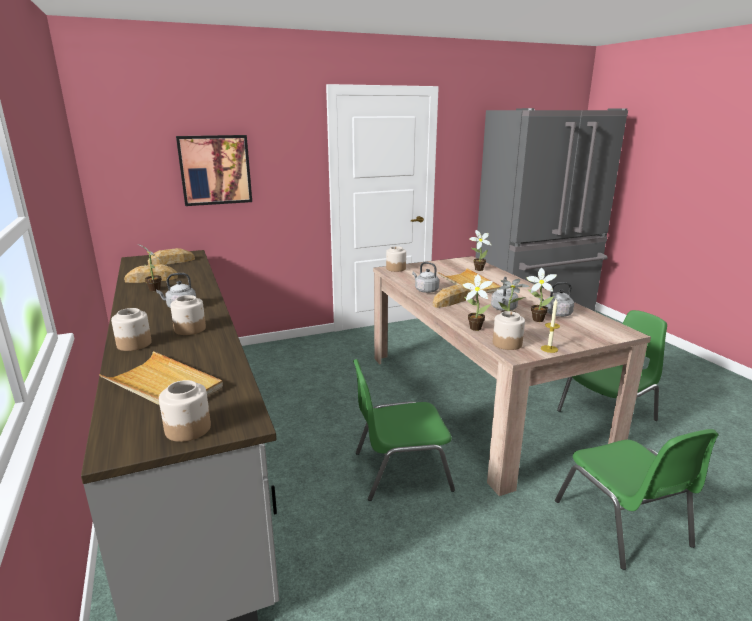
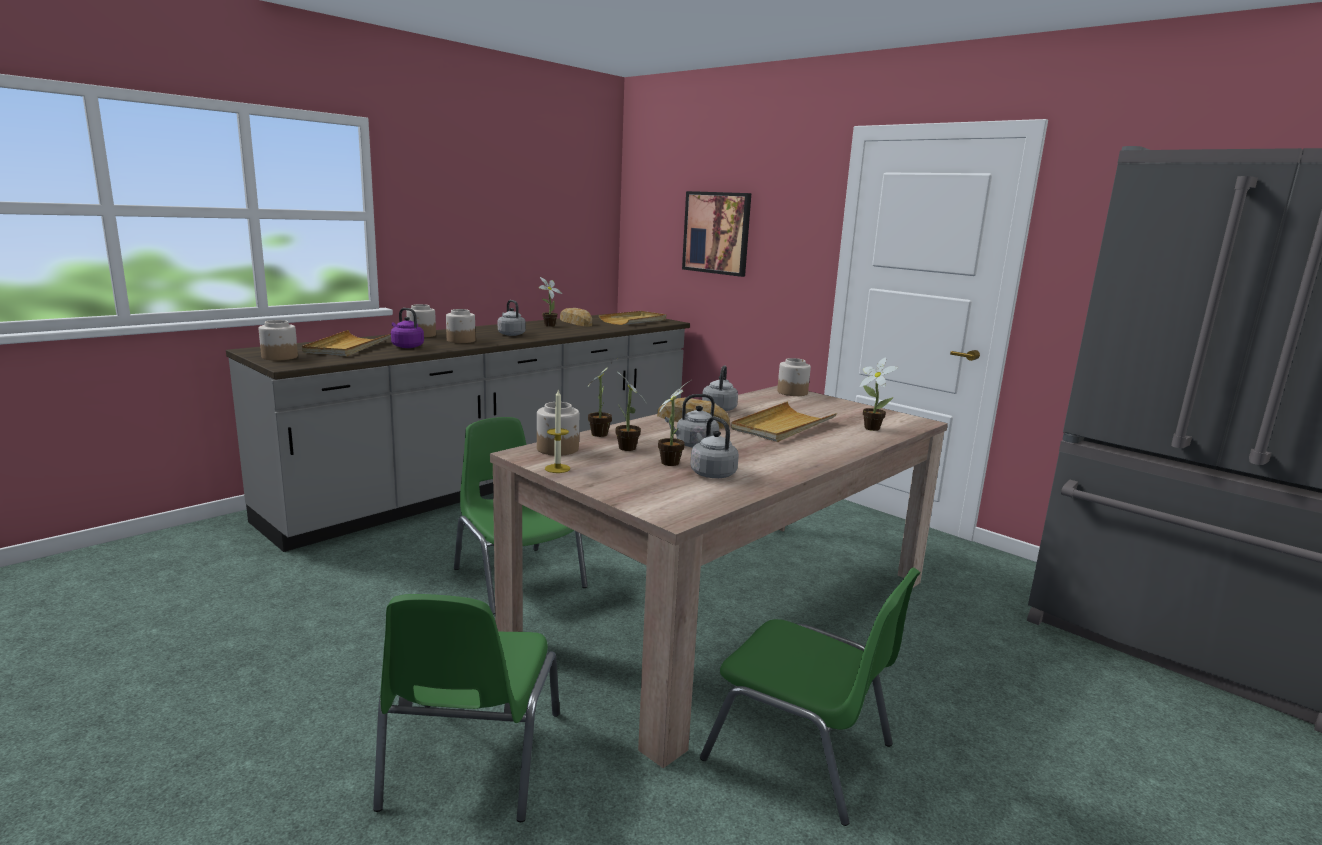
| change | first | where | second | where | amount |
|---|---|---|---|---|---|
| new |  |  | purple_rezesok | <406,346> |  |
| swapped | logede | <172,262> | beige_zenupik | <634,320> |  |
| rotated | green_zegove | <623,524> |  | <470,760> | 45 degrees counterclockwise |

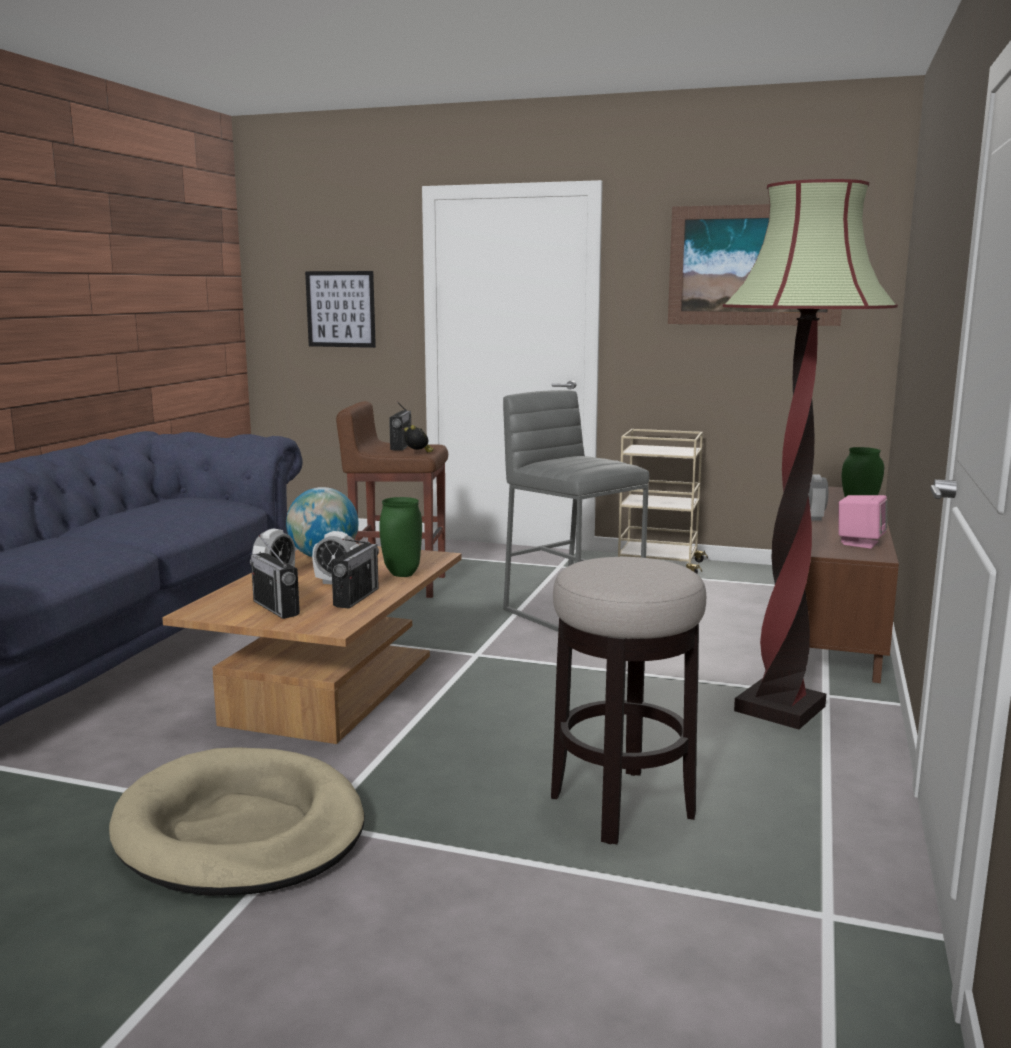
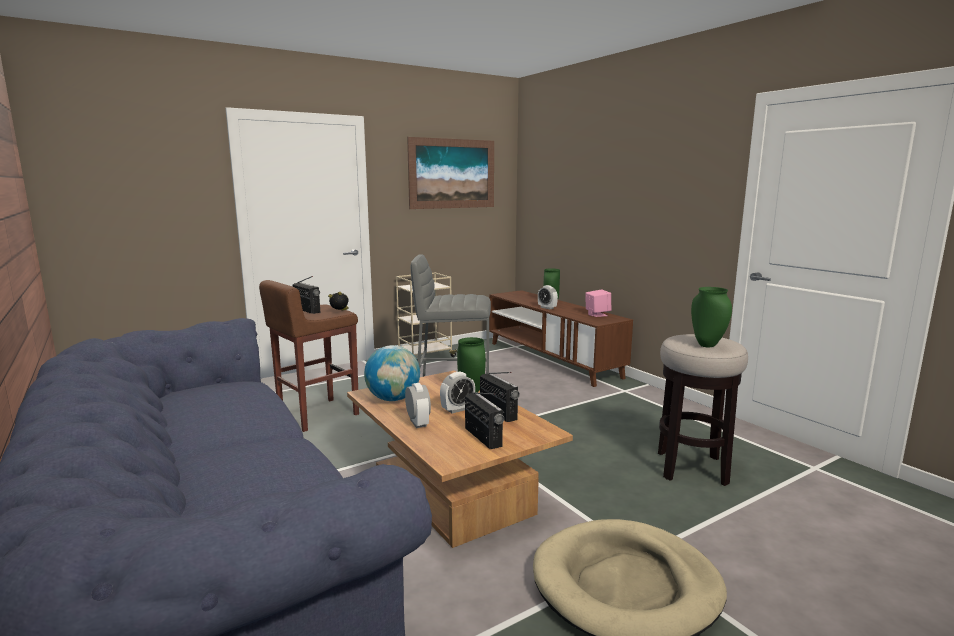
| change | first | where | second | where | amount |
|---|---|---|---|---|---|
| gone | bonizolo | <340,309> |  |  |  |
| gone | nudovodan | <780,708> |  |  |  |
| new |  |  | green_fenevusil | <708,345> |  |
| rotated | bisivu | <276,608> |  | <483,437> | 120 degrees counterclockwise |

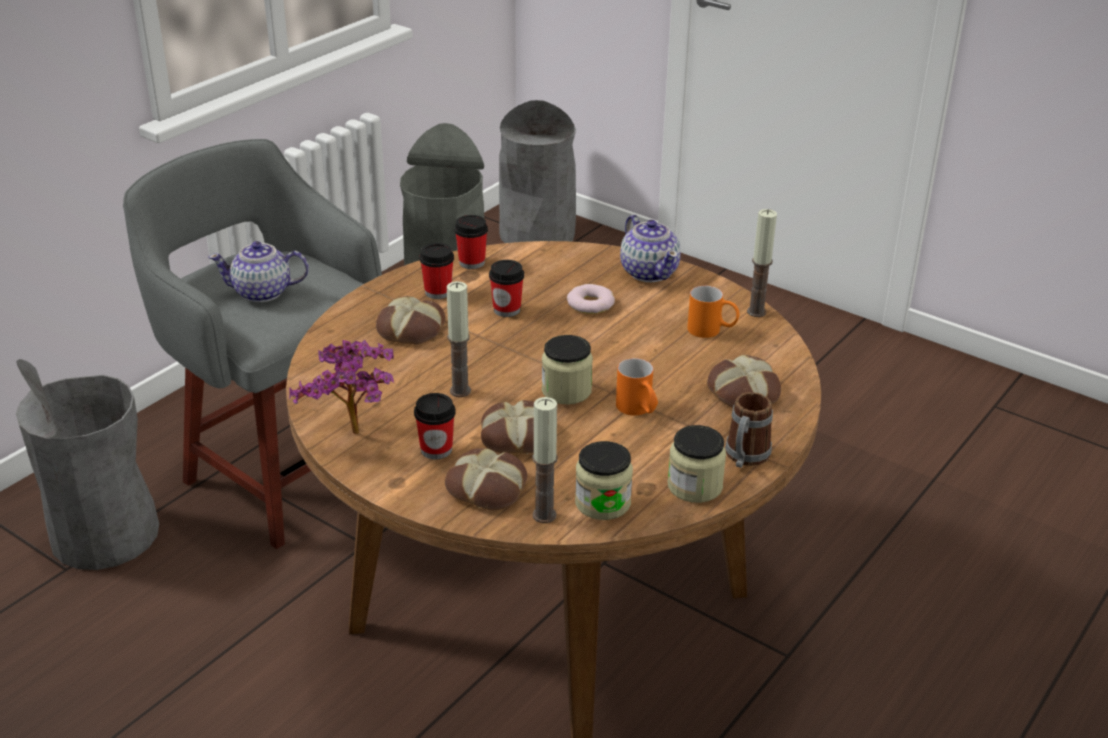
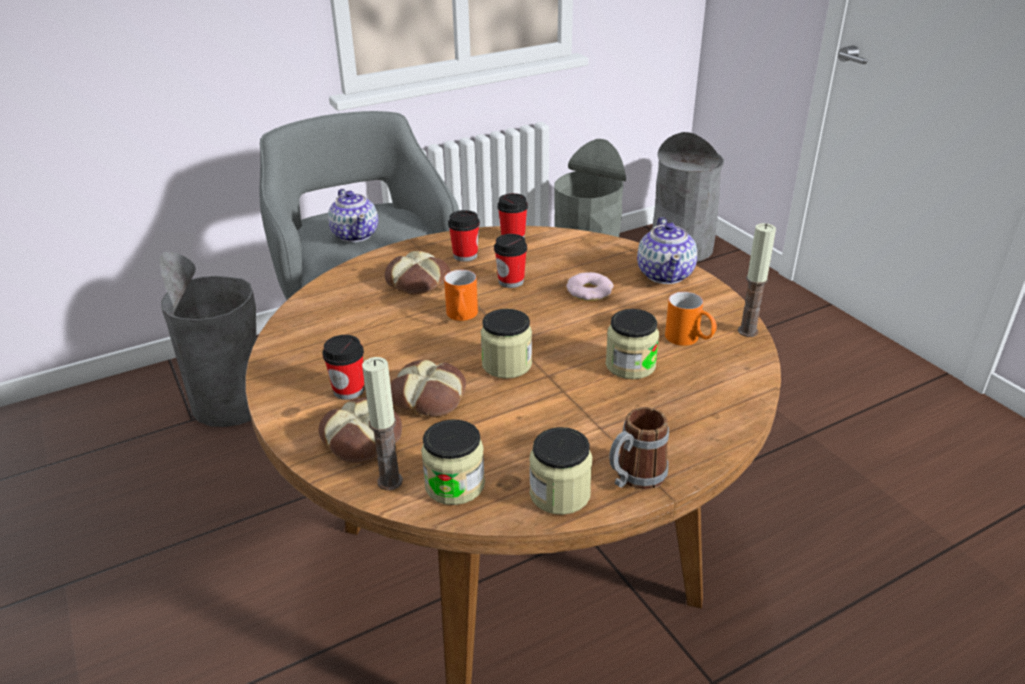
| change | first | where | second | where | amount |
|---|---|---|---|---|---|
| gone | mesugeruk | <356,437> |  |  |  |
| gone | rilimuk | <460,391> |  |  |  |
| gone | logede | <742,392> |  |  |  |
| new |  |  | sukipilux | <630,365> |  |
| shifted | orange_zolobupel | <638,410> |  | <462,317> |  |
| rotated | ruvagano | <263,292> |  | <355,234> | 135 degrees counterclockwise |

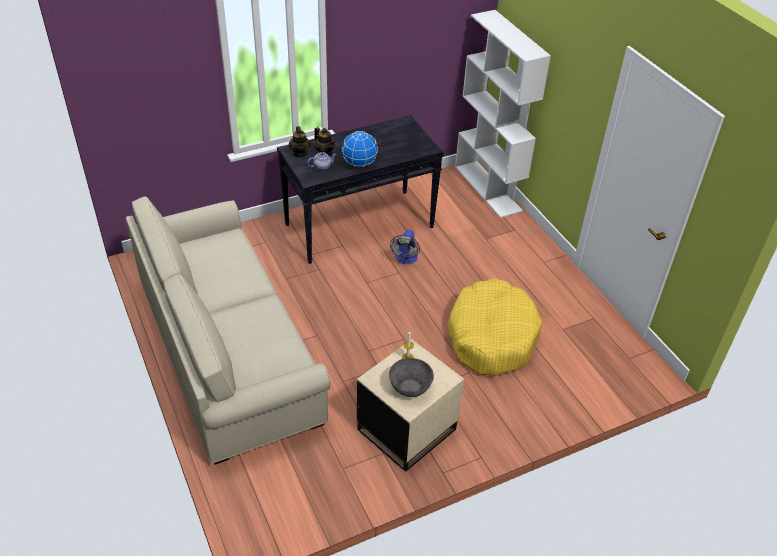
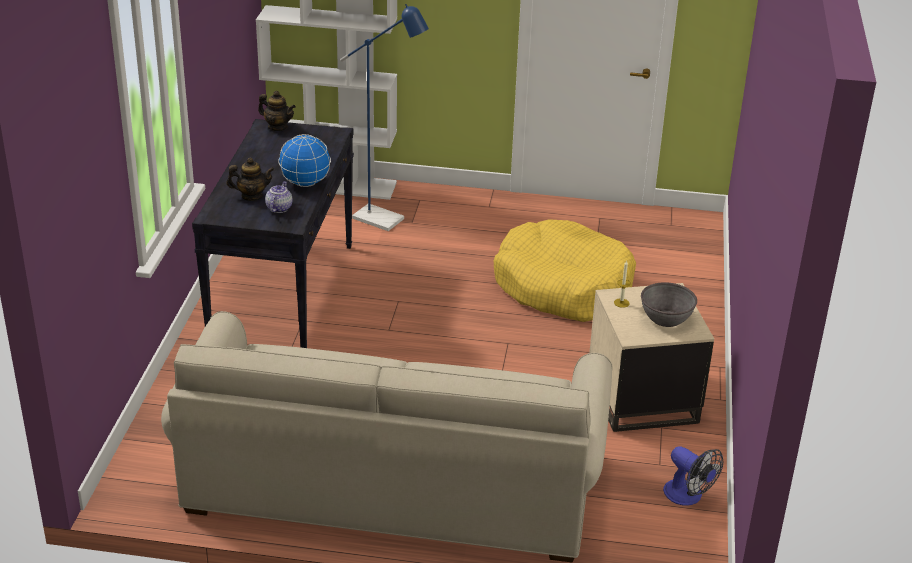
| change | first | where | second | where | amount |
|---|---|---|---|---|---|
| new |  |  | blue_nudovodan | <386,221> |  |
| shifted | ruvagano | <300,153> |  | <278,127> |  |
| shifted | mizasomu | <405,259> |  | <688,496> |  |

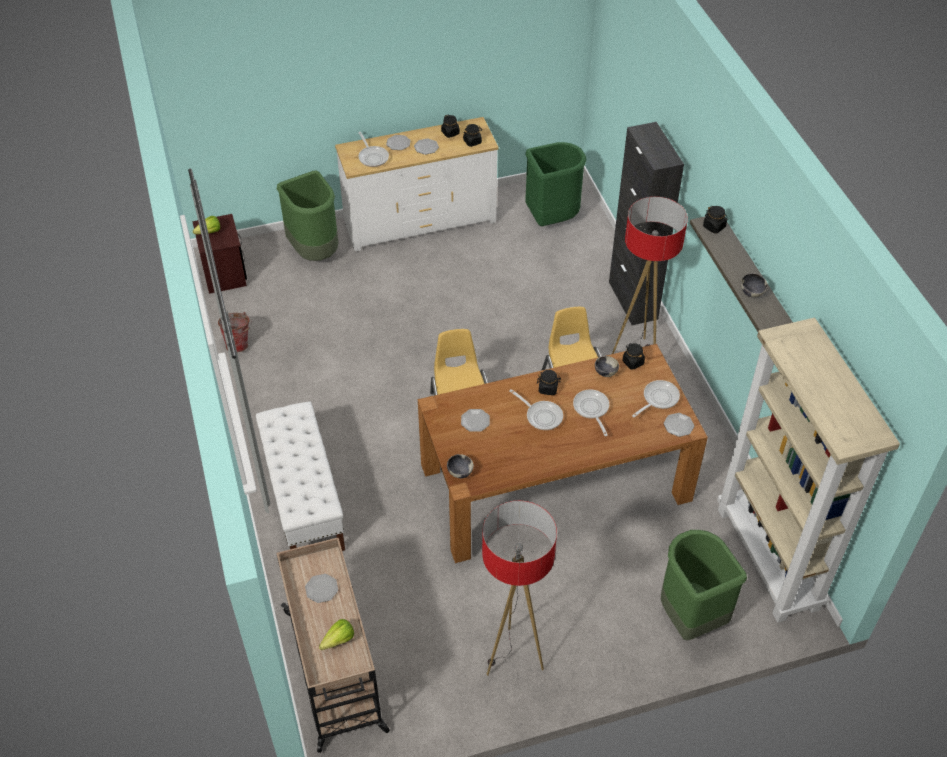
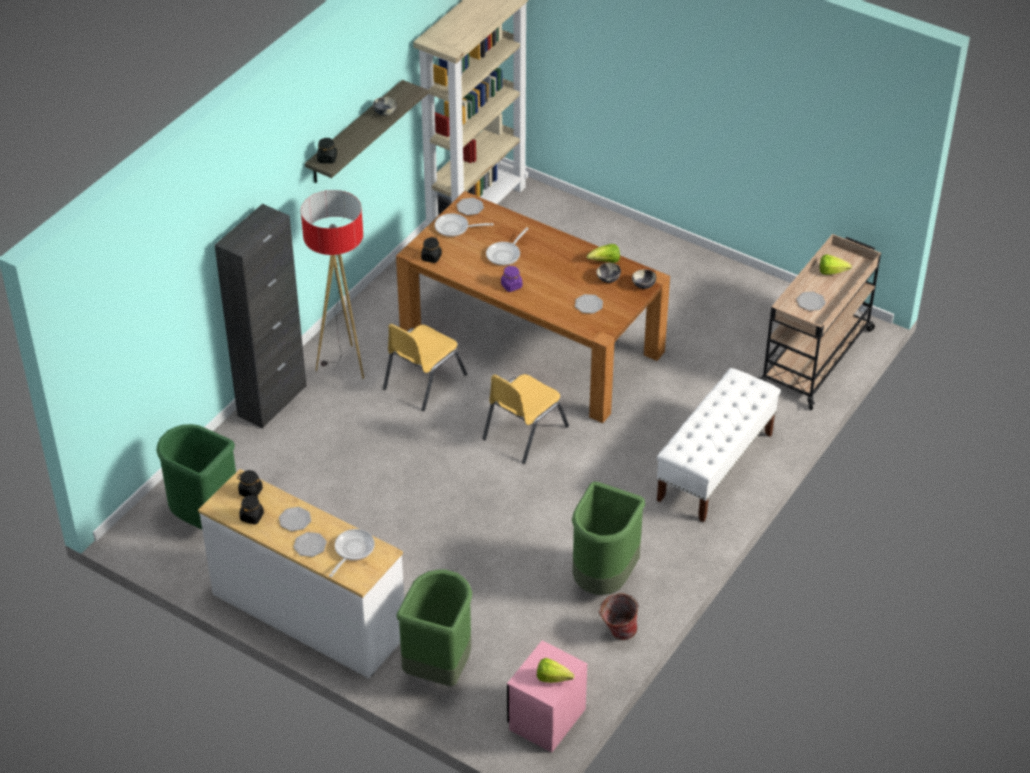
| change | first | where | second | where | amount |
|---|---|---|---|---|---|
| gone | nudovodan | <512,657> |  |  |  |
| gone | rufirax | <541,416> |  |  |  |
| new |  |  | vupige | <605,262> |  |
| shifted | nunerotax | <605,372> |  | <608,280> |  |
| shifted | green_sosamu | <689,617> |  | <604,579> |  |
| repainted | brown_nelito | <224,274> | pink_nelito | <546,719> |  |
| repainted | black_sukipilux | <548,388> | purple_sukipilux | <511,286> |  |

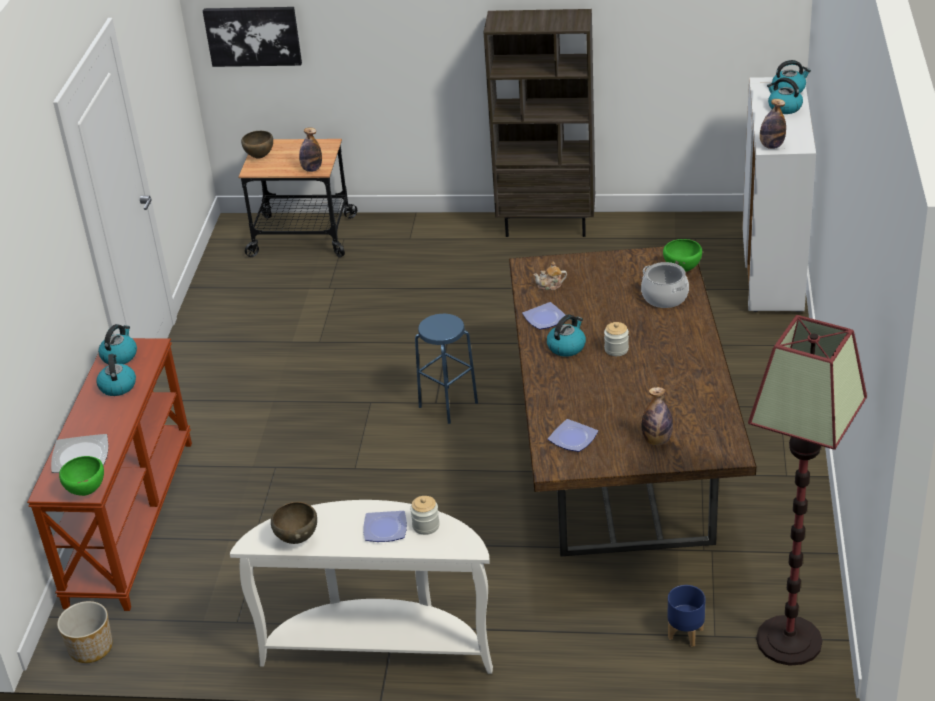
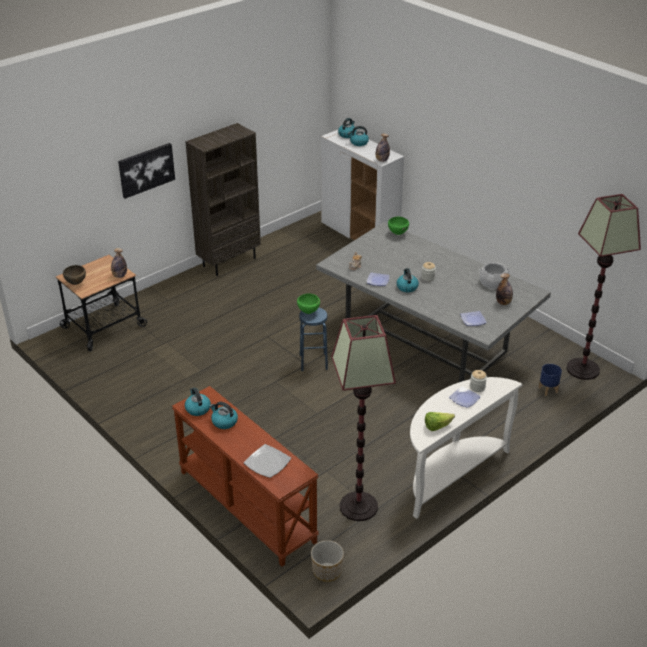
| change | first | where | second | where | amount |
|---|---|---|---|---|---|
| new |  |  | nudovodan | <358,507> |  |
| shifted | green_nunerotax | <86,492> |  | <308,312> |  |
| shifted | bonizolo | <253,35> |  | <146,169> |  |
| shifted | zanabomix | <664,297> |  | <492,282> |  |
| swapped | brown_nunerotax | <297,539> | vupige | <437,426> |  |
| repainted | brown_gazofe | <622,465> | grey_gazofe | <426,343> |  |

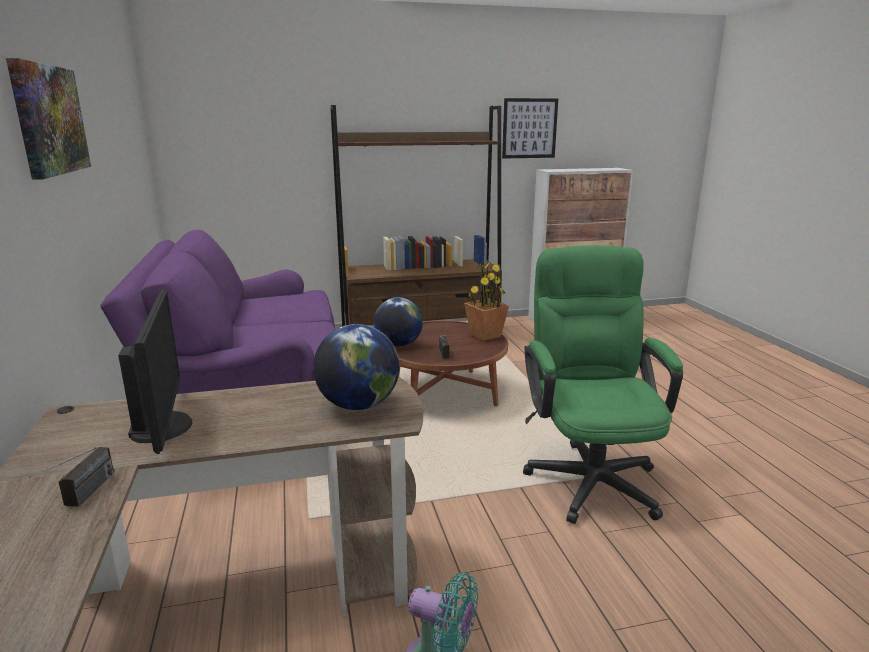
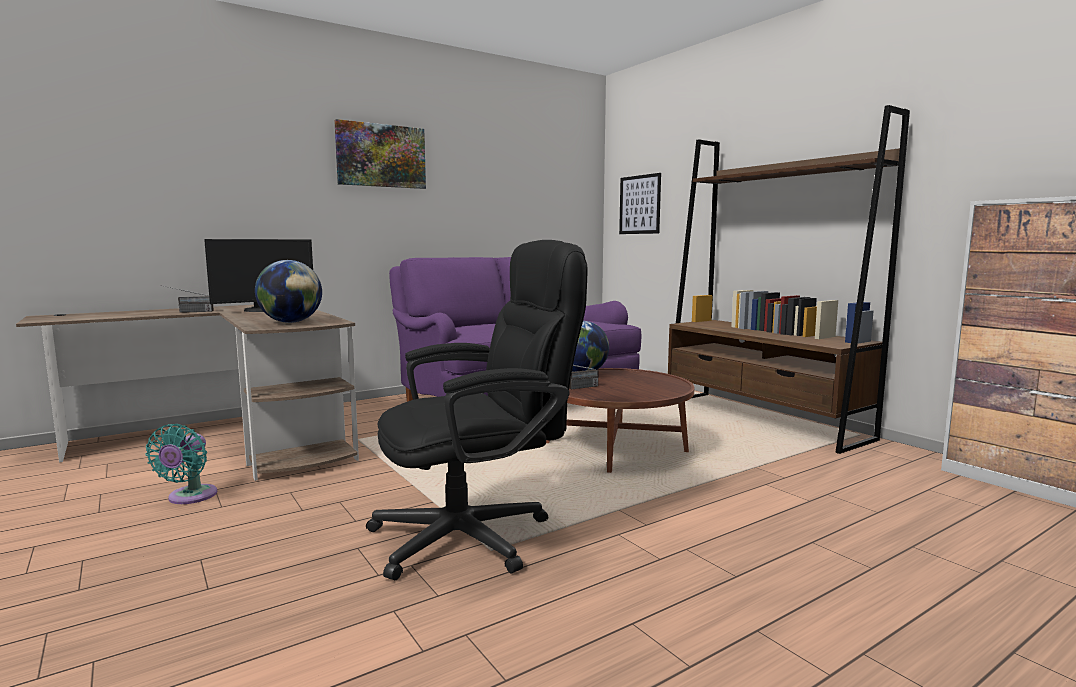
| change | first | where | second | where | amount |
|---|---|---|---|---|---|
| gone | mesugeruk | <485,335> |  |  |  |
| shifted | bonizolo | <529,128> |  | <639,204> |  |
| repainted | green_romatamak | <589,475> | black_romatamak | <478,534> |  |

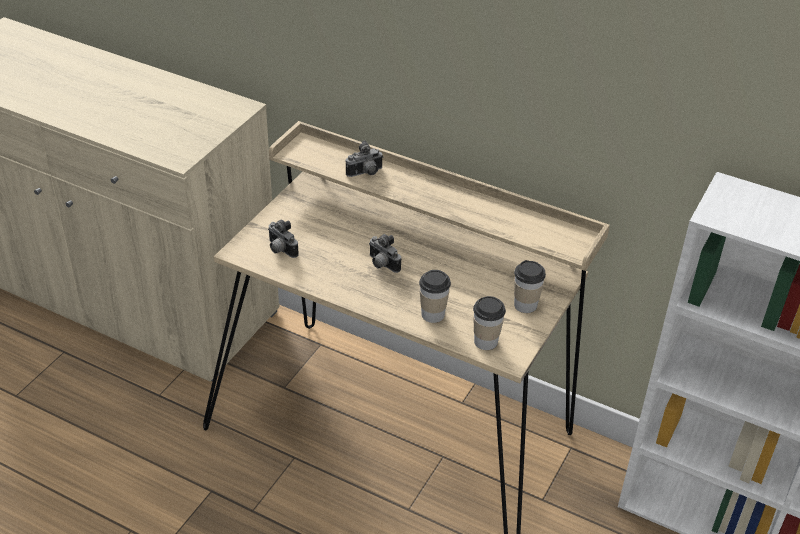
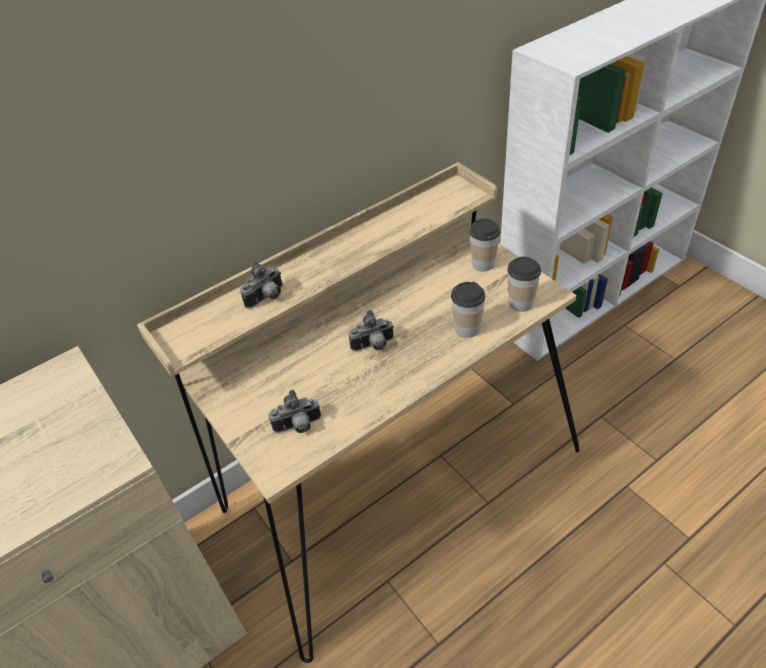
| change | first | where | second | where | amount |
|---|---|---|---|---|---|
| rotated | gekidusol | <365,174> |  | <267,298> | 45 degrees clockwise |

